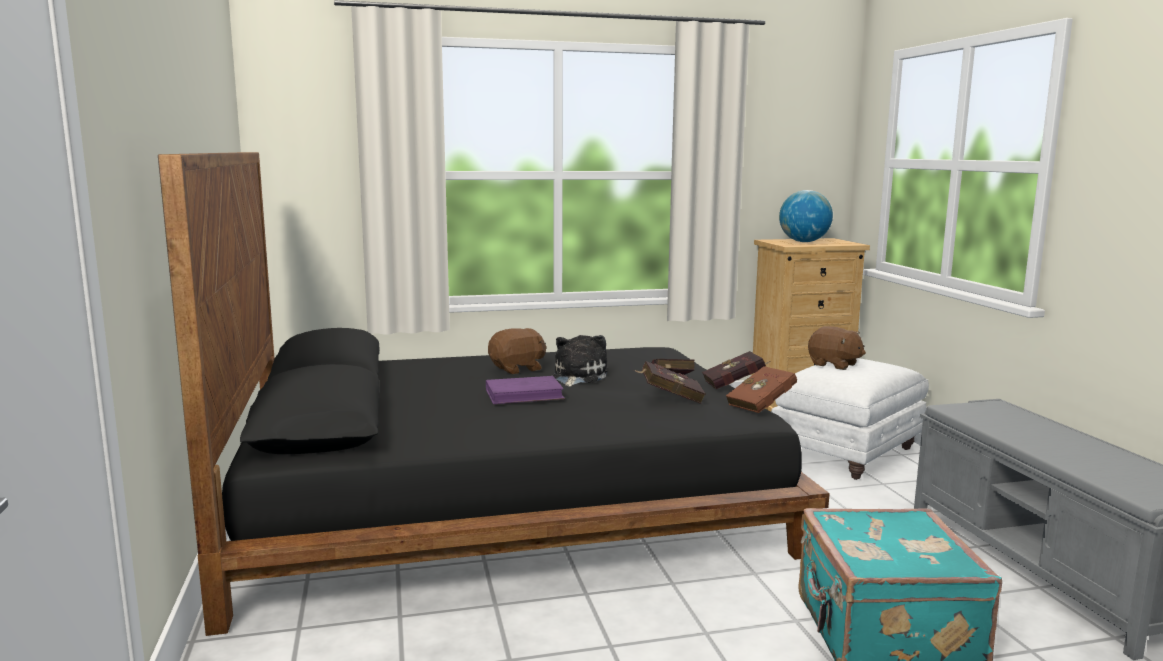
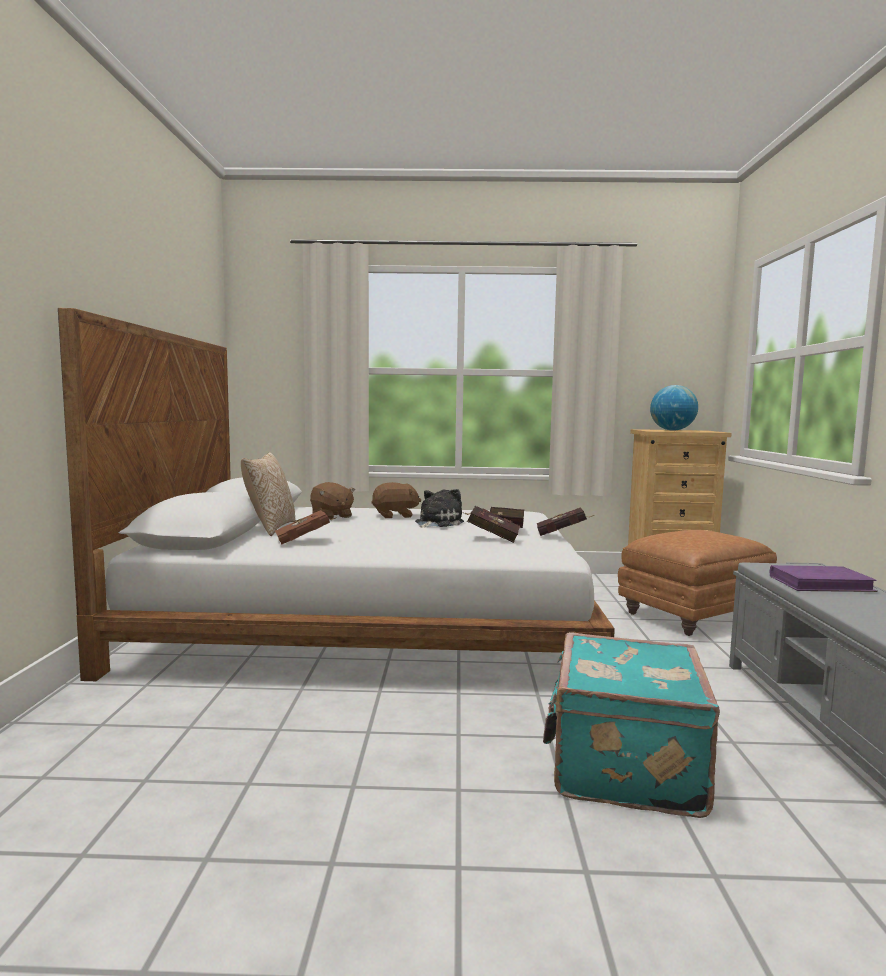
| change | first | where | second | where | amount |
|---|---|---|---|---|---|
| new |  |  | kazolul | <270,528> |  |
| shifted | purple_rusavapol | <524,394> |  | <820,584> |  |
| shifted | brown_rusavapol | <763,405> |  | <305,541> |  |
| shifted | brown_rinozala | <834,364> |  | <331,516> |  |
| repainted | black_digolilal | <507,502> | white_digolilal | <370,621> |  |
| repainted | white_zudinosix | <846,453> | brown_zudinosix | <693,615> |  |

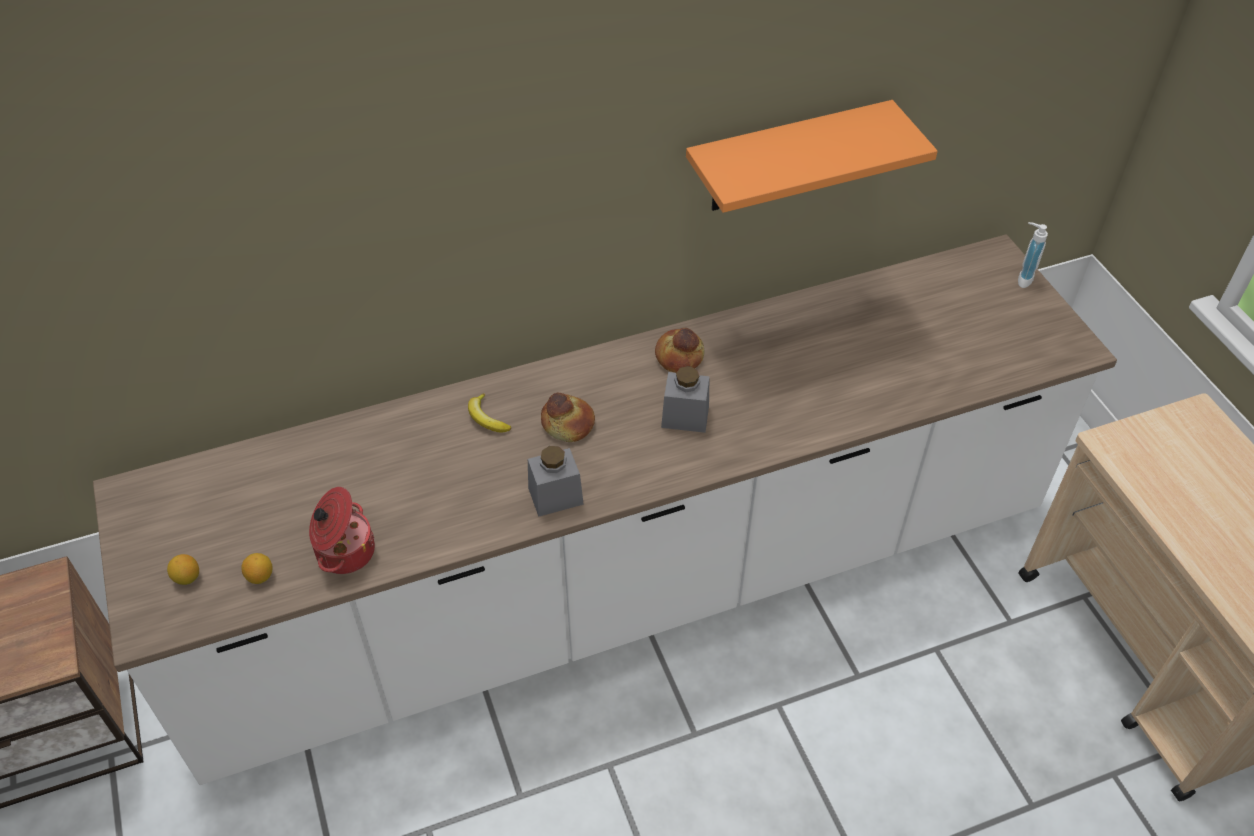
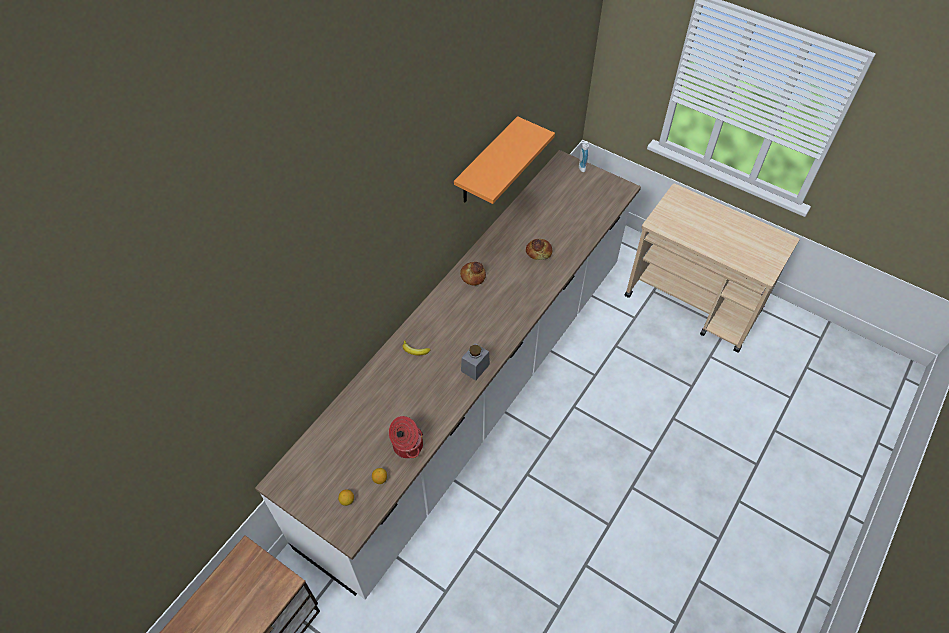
| change | first | where | second | where | amount |
|---|---|---|---|---|---|
| gone | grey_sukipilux | <685,416> |  |  |  |
| shifted | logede | <568,423> |  | <539,251> |  |

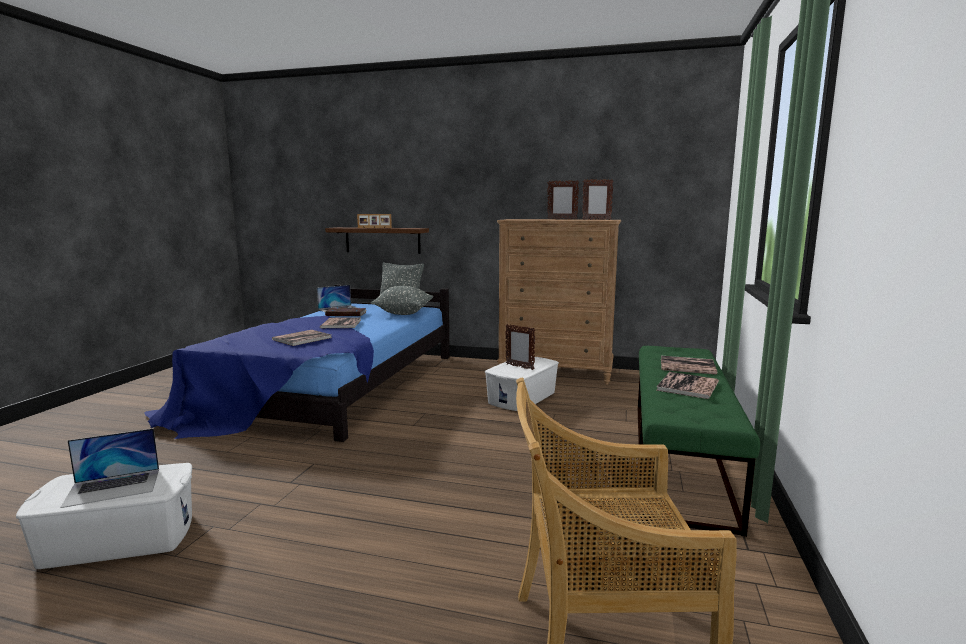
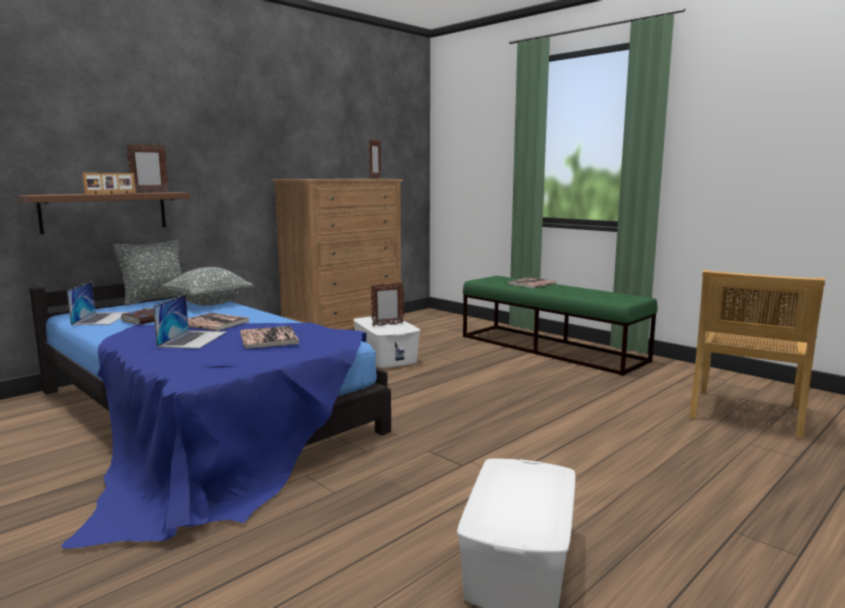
| change | first | where | second | where | amount |
|---|---|---|---|---|---|
| gone | rusavapol | <688,386> |  |  |  |
| shifted | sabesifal | <113,487> |  | <193,339> |  |
| shifted | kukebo | <562,219> |  | <150,192> |  |

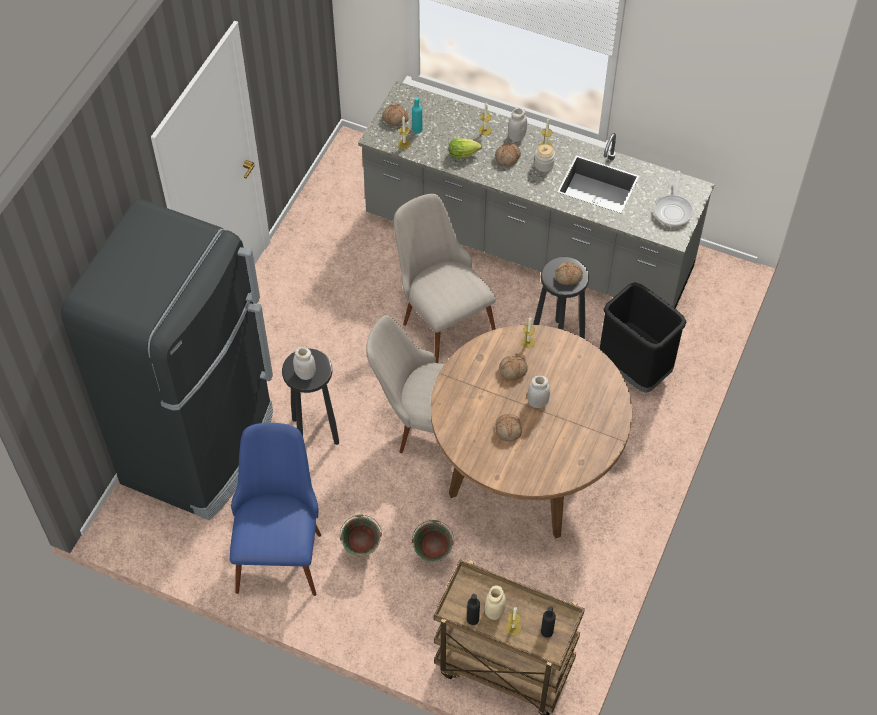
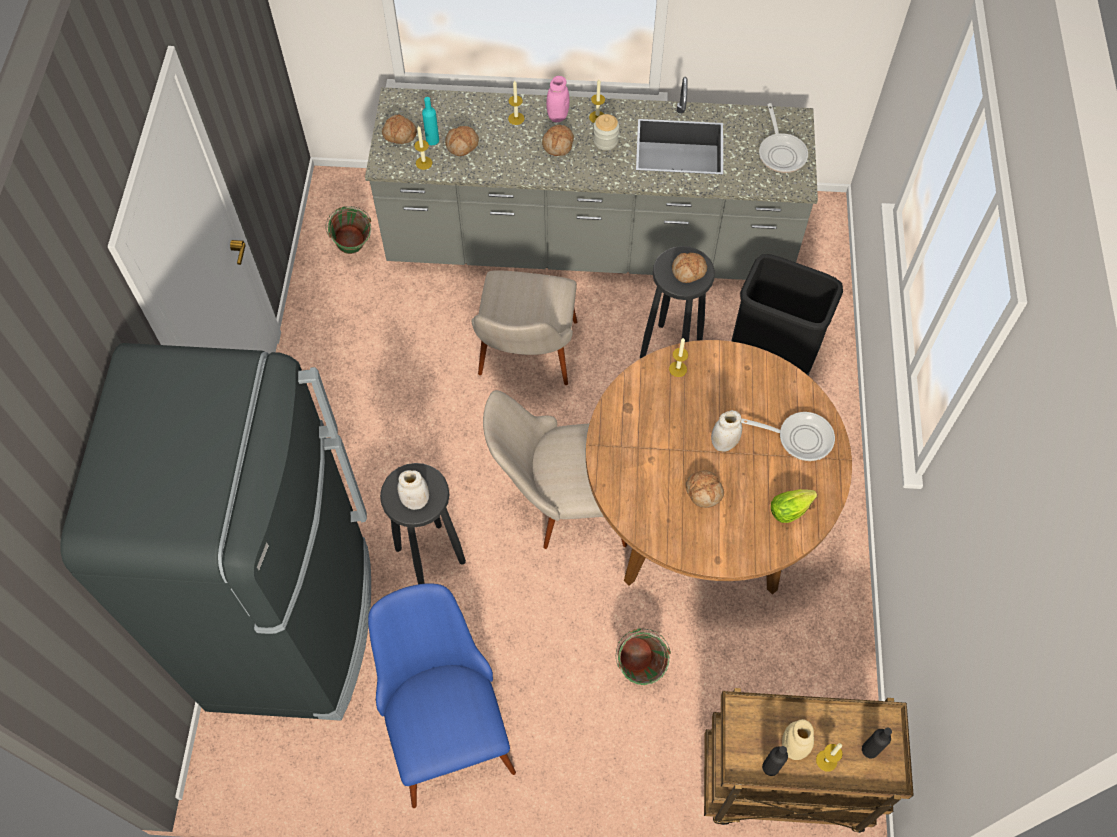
| change | first | where | second | where | amount |
|---|---|---|---|---|---|
| new |  |  | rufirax | <800,438> |  |
| shifted | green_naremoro | <361,551> |  | <354,251> |  |
| shifted | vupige | <465,154> |  | <792,509> |  |
| shifted | logede | <513,371> |  | <462,145> |  |
| repainted | white_sukipilux | <516,136> | pink_sukipilux | <557,116> |  |
| rotated | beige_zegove | <441,318> |  | <525,364> | 120 degrees counterclockwise |

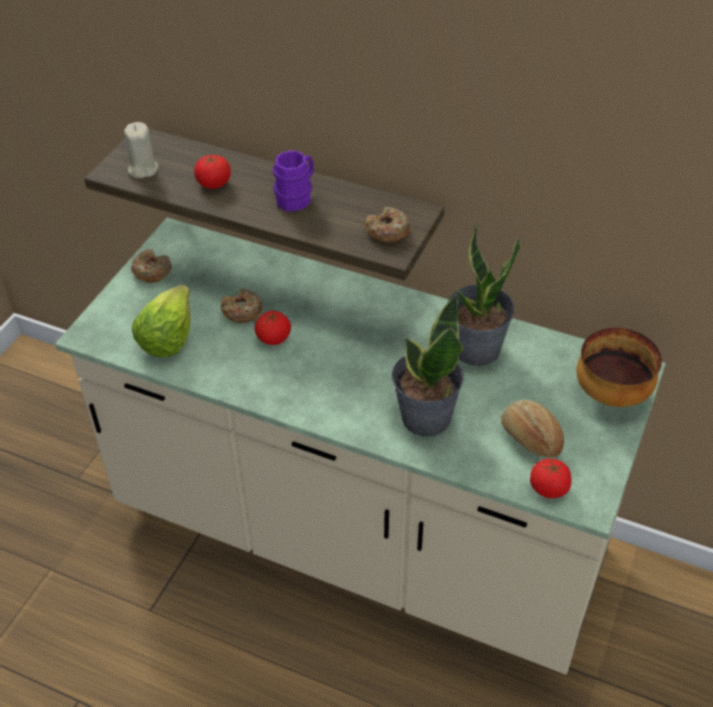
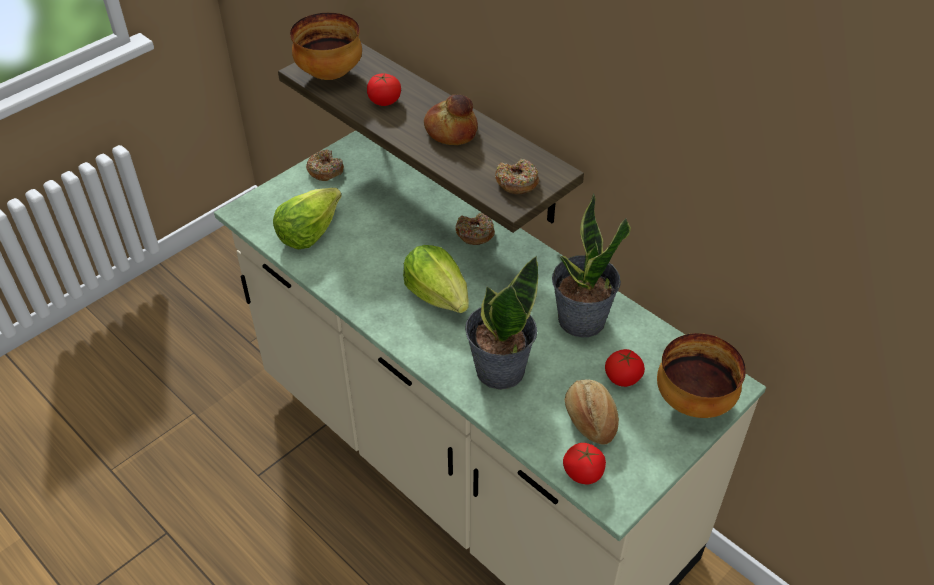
| change | first | where | second | where | amount |
|---|---|---|---|---|---|
| new |  |  | vupige | <438,295> |  |
| shifted | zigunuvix | <242,311> |  | <475,234> |  |
| shifted | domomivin | <273,338> |  | <622,378> |  |
| swapped | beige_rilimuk | <143,169> | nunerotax | <330,74> |  |
| swapped | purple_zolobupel | <297,197> | logede | <451,131> |  |

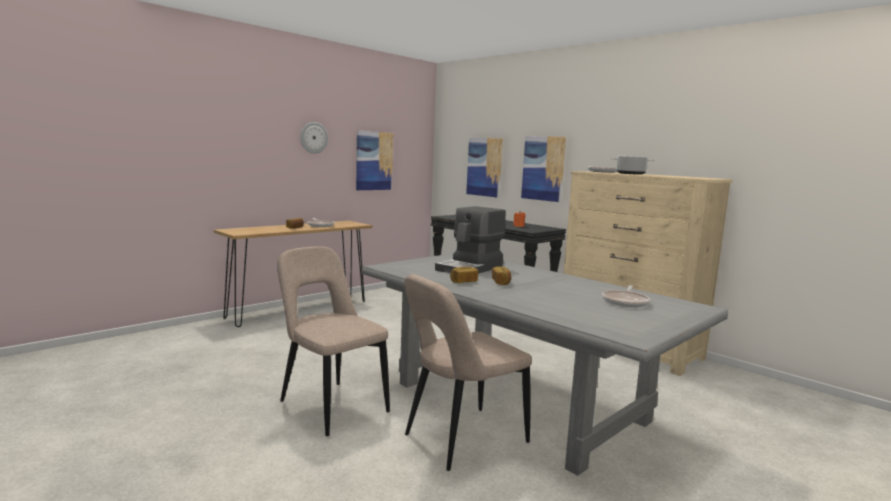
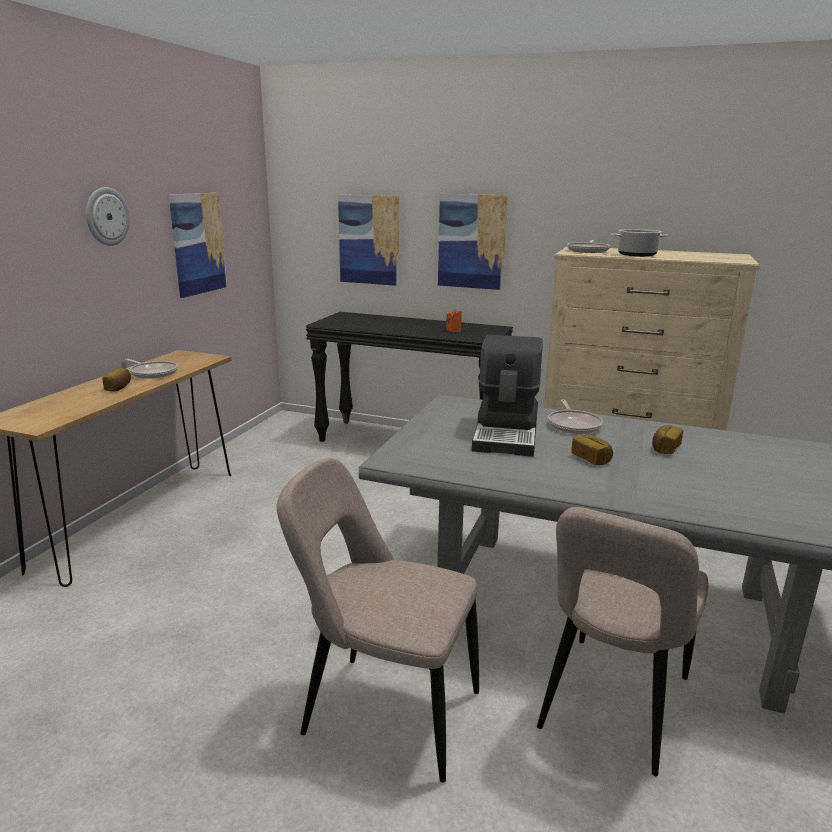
| change | first | where | second | where | amount |
|---|---|---|---|---|---|
| shifted | logede | <463,282> |  | <664,448> |  |
| shifted | rufirax | <625,302> |  | <573,425> |  |

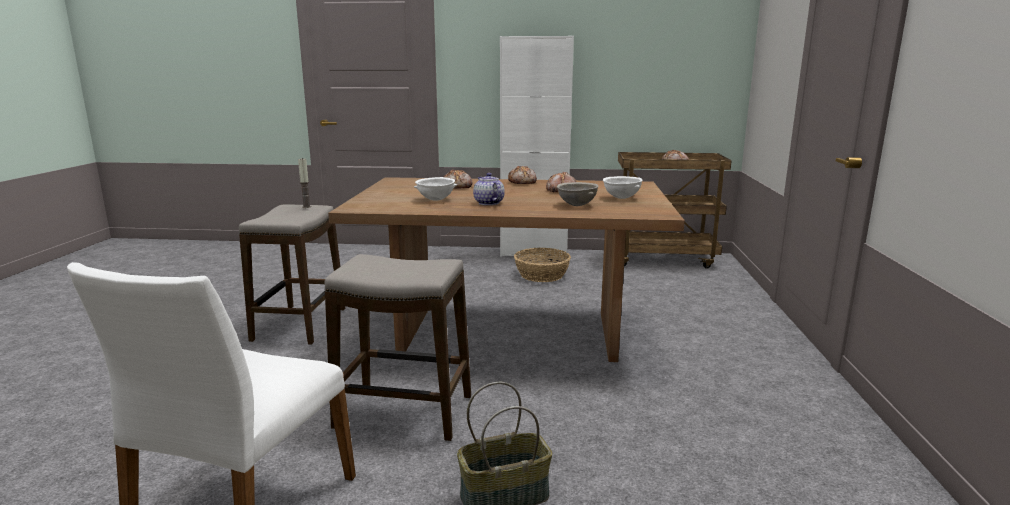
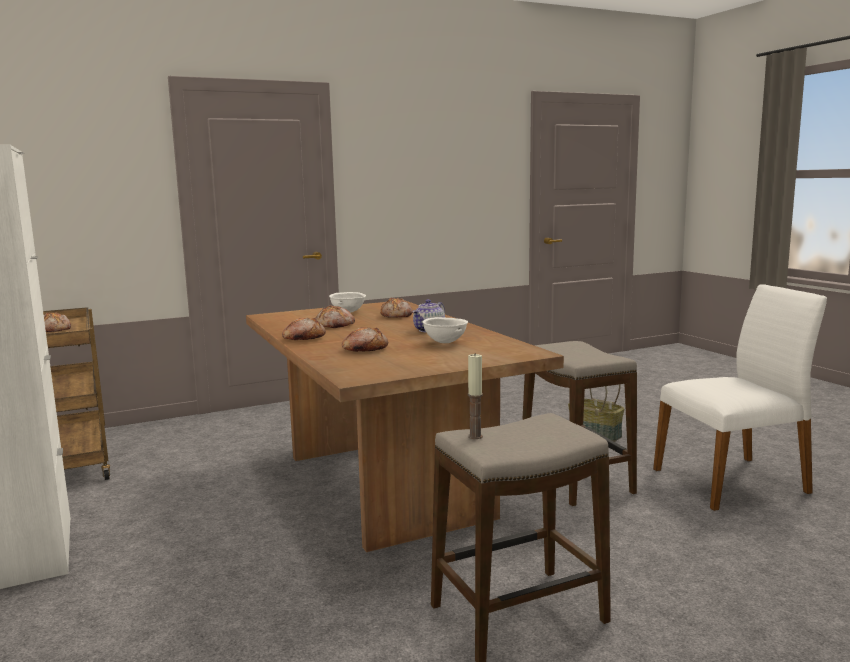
| change | first | where | second | where | amount |
|---|---|---|---|---|---|
| gone | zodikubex | <541,275> |  |  |  |
| swapped | grey_nunerotax | <576,205> | logede | <397,315> |  |

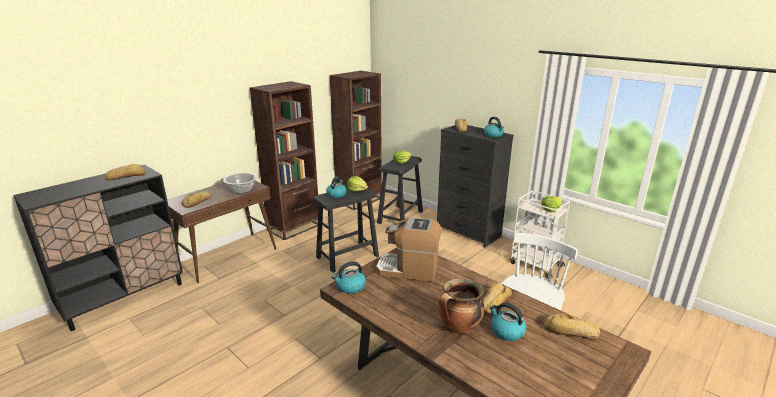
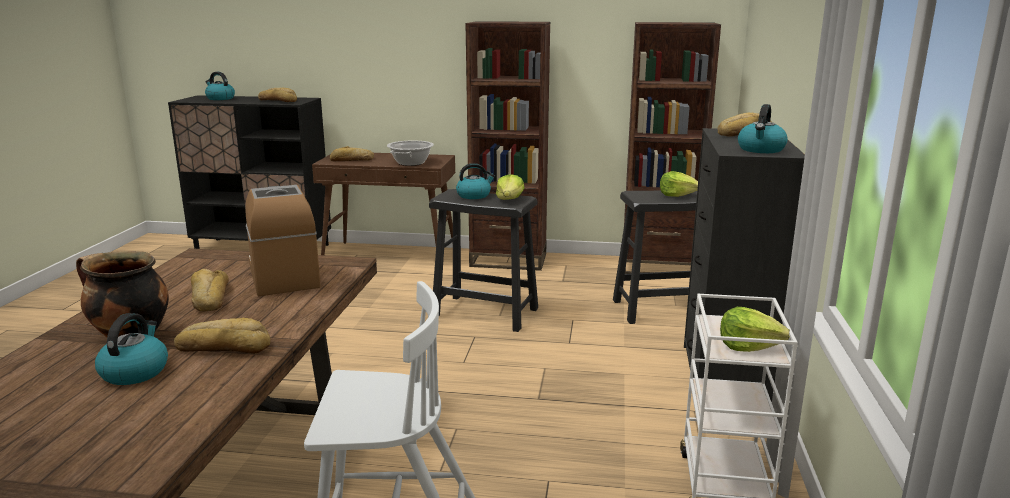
| change | first | where | second | where | amount |
|---|---|---|---|---|---|
| shifted | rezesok | <350,287> |  | <220,98> |  |
| shifted | logede | <570,332> |  | <209,298> |  |

